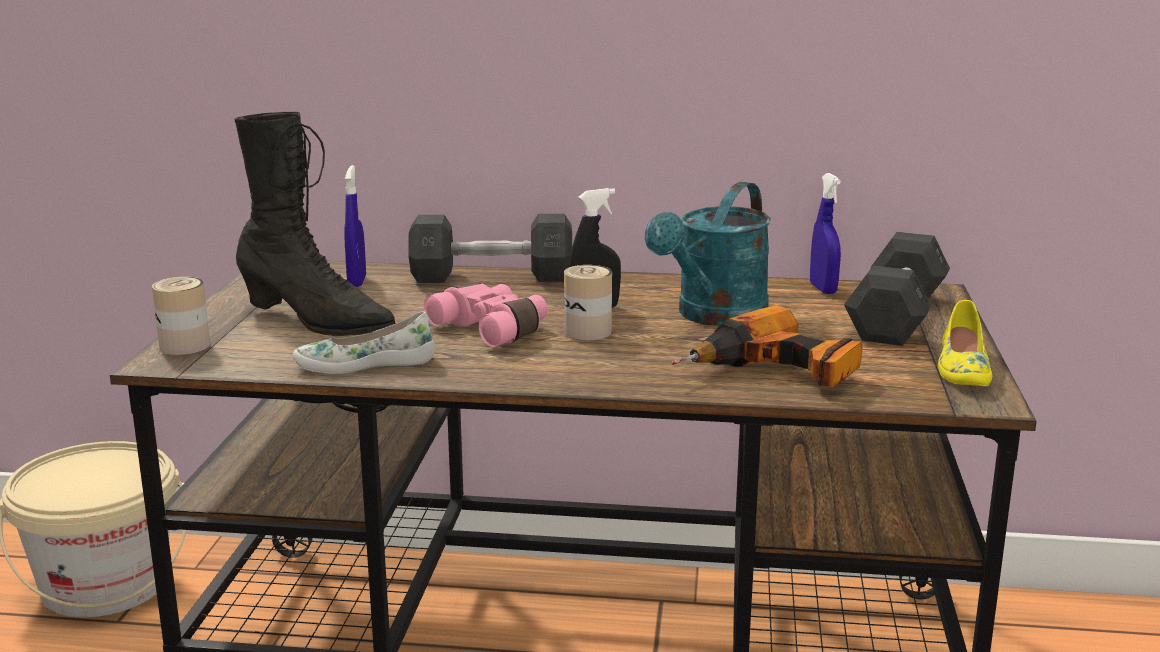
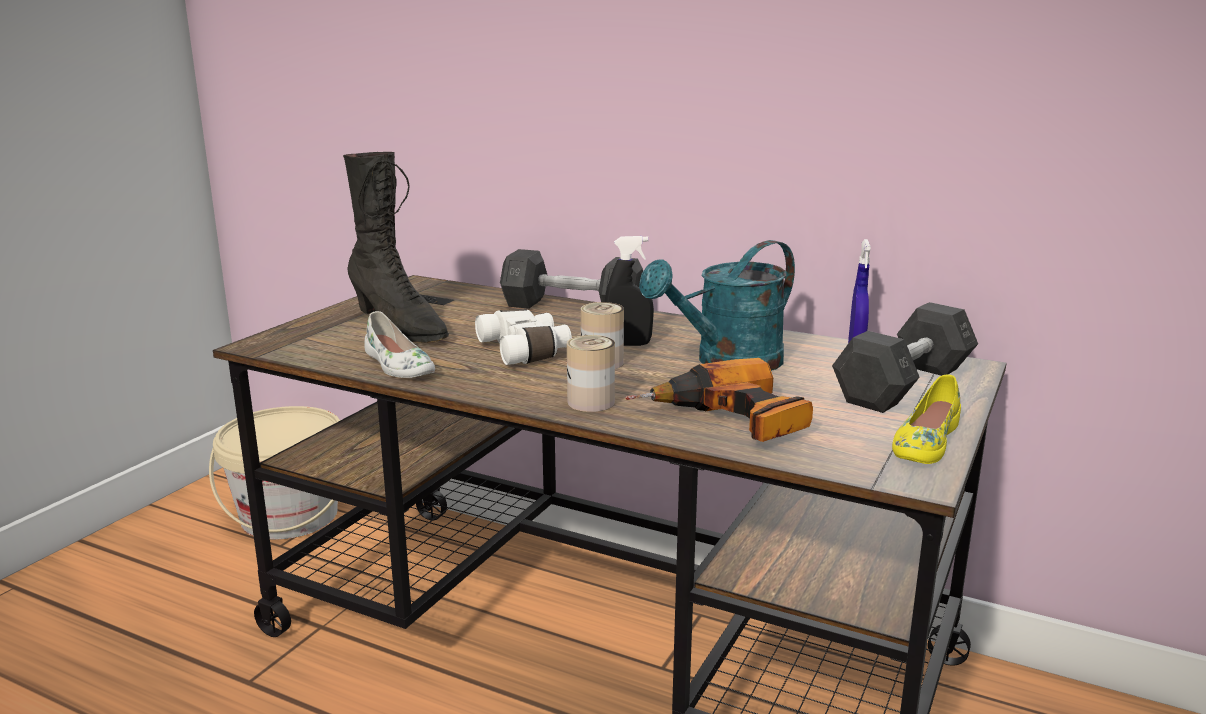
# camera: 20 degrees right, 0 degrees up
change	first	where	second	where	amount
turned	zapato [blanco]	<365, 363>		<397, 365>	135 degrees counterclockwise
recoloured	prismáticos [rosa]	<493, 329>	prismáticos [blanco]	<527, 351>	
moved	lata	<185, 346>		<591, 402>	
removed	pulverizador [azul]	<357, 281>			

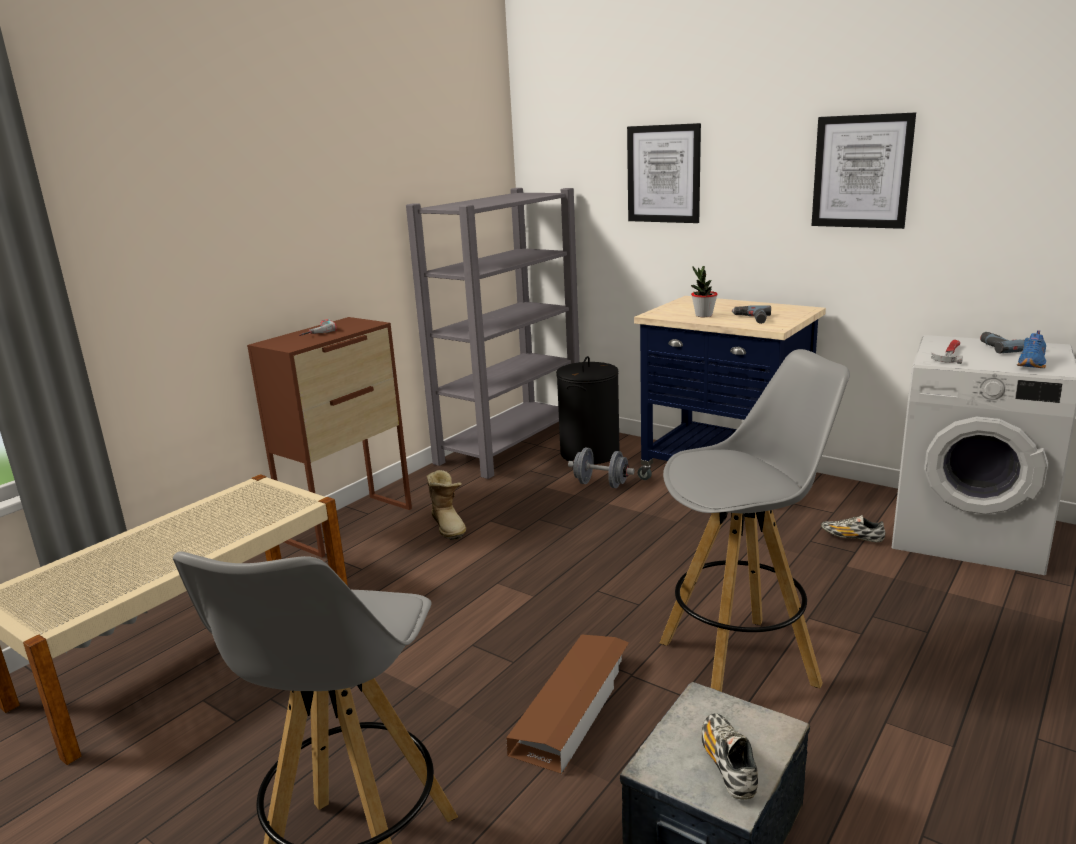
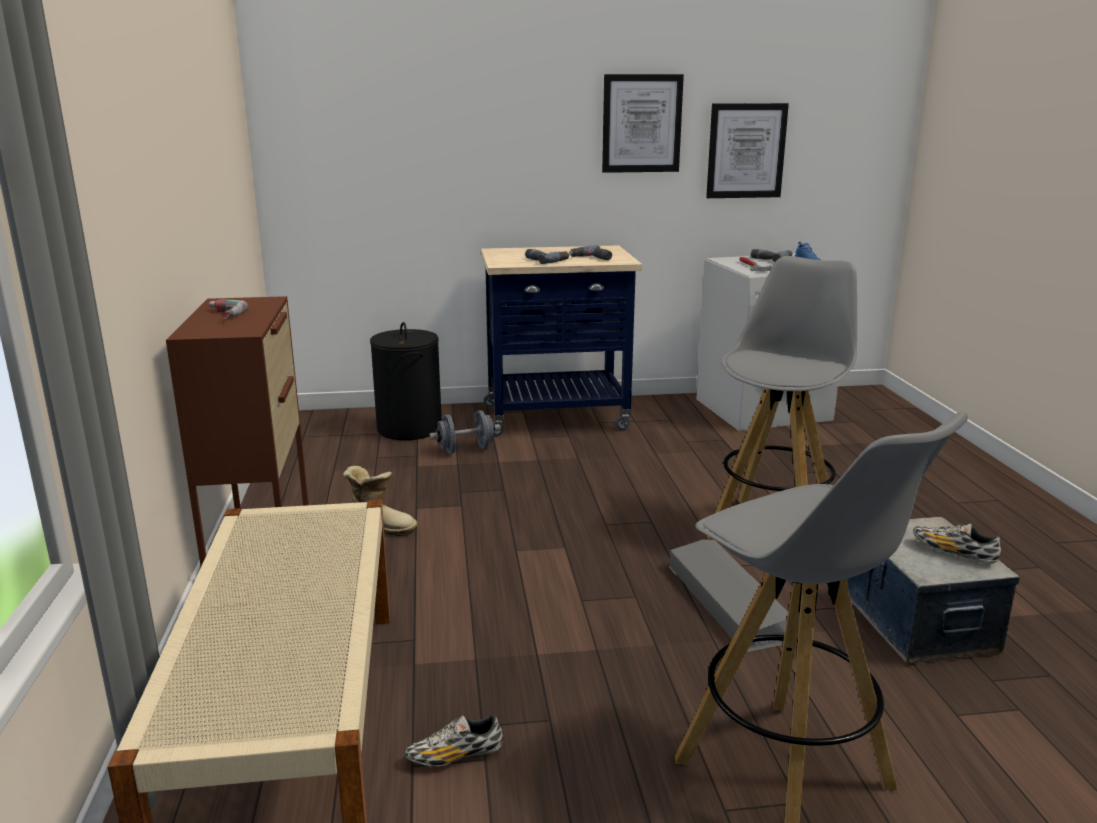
# camera: 45 degrees left, 0 degrees up
change	first	where	second	where	amount
moved	zapato	<851, 538>		<455, 756>	
replaced	planta en maceta	<703, 315>	taladro	<546, 260>	
recoloured	caja de almacenaje [marrón]	<573, 706>	caja de almacenaje [gris]	<727, 602>	
moved	cuadro	<663, 174>		<746, 151>	
removed	estantería [gris]	<510, 444>			

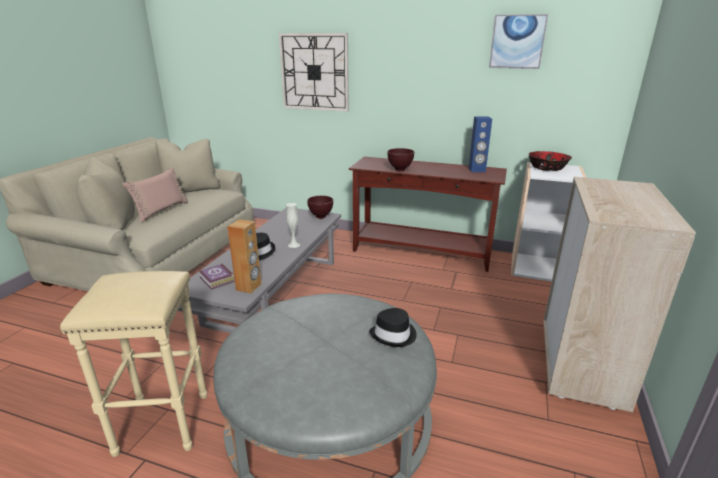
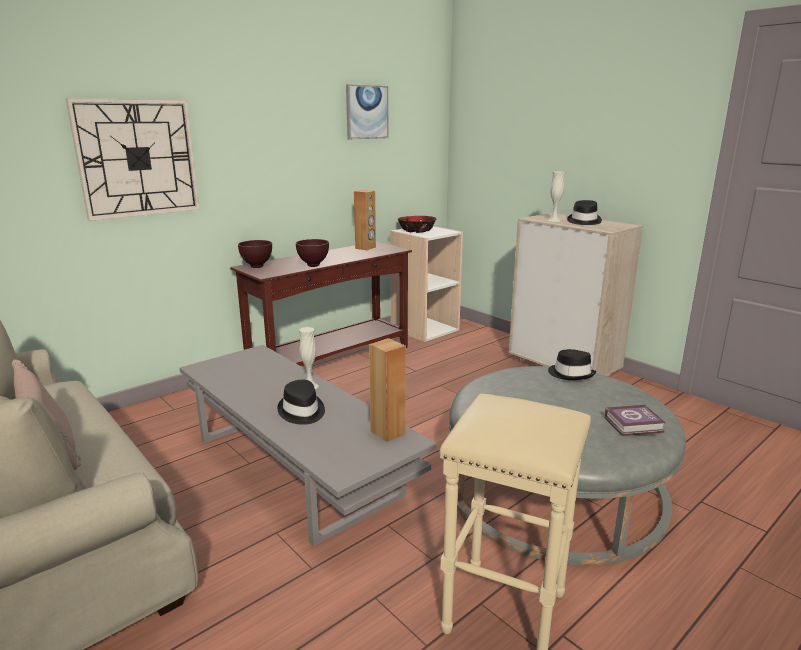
# camera: 60 degrees left, 5 degrees down
change	first	where	second	where	amount
moved	cuenco [marrón]	<320, 217>		<257, 267>	
recoloured	altavoz [azul]	<477, 170>	altavoz [marrón]	<365, 248>	
added			florero [blanco]	<554, 220>	
added			sombrero [negro]	<583, 221>	
moved	libro	<217, 279>		<635, 425>	

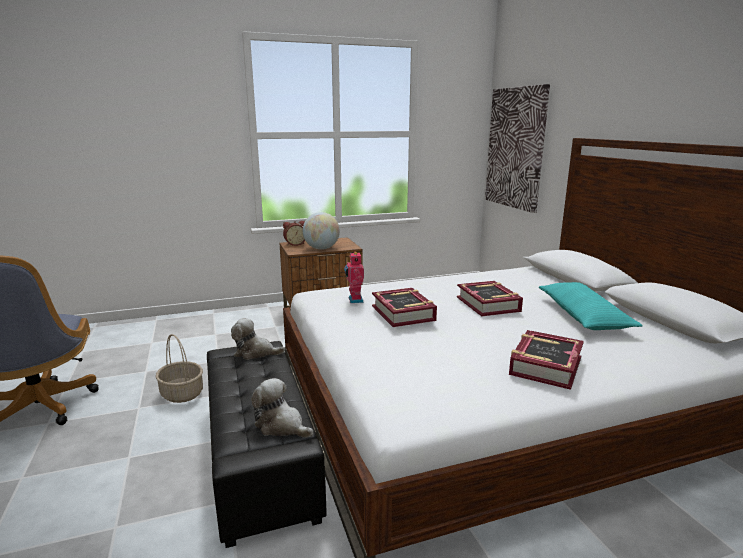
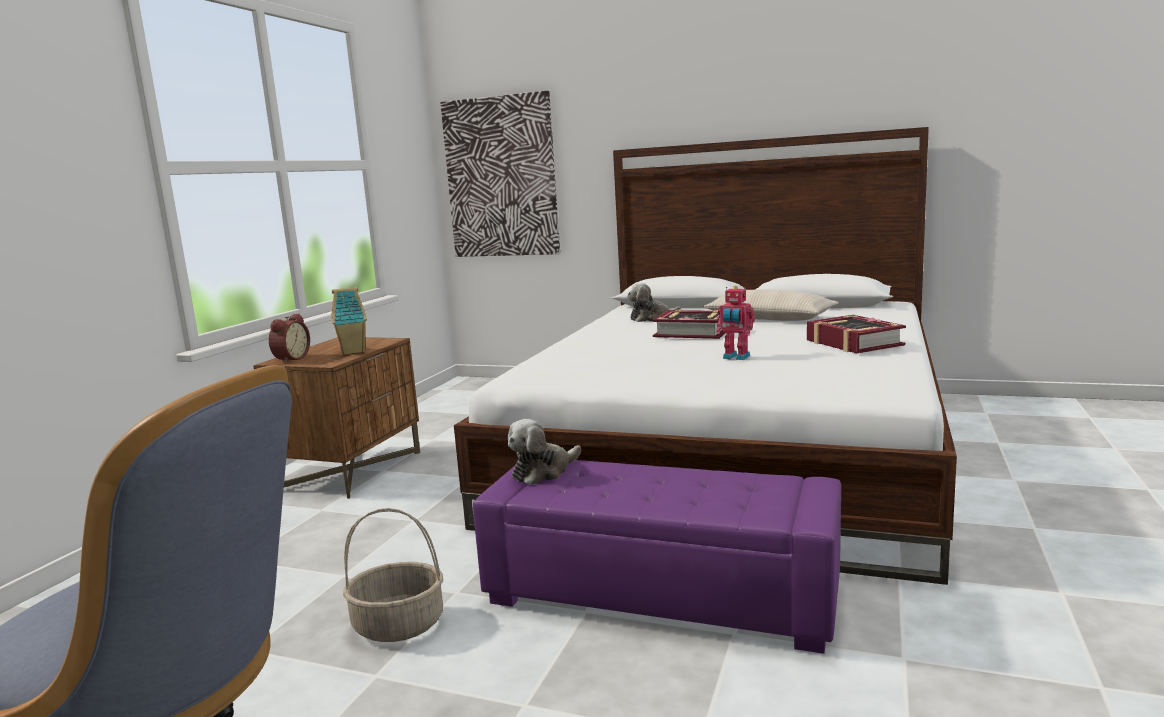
# camera: 50 degrees left, 5 degrees down
change	first	where	second	where	amount
replaced	globo terráqueo	<321, 248>	casita	<354, 351>	
recoloured	puf [negro]	<261, 455>	puf [morado]	<661, 593>	
moved	peluche	<281, 426>		<651, 318>	
recoloured	cojín [turquesa]	<583, 316>	cojín [beis]	<769, 318>	
moved	robot de juguete	<354, 300>		<735, 357>	
removed	libro	<403, 313>			

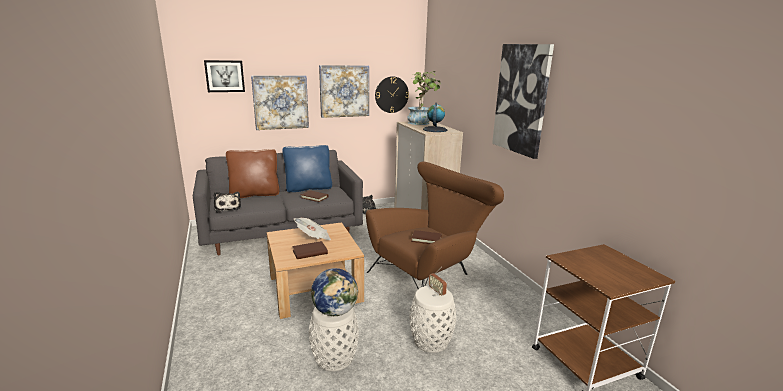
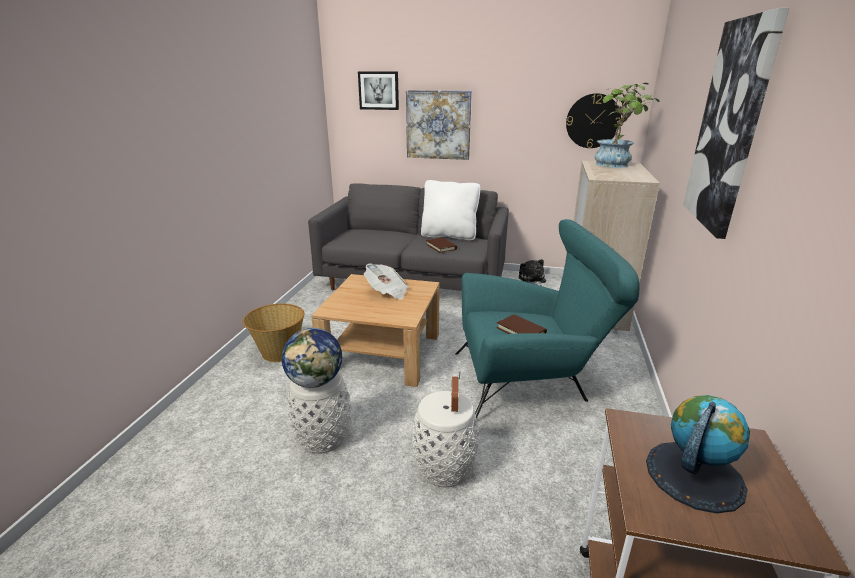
# camera: 35 degrees right, 5 degrees up
change	first	where	second	where	amount
added			cesta	<279, 352>	
recoloured	cojín [azul]	<308, 188>	cojín [blanco]	<449, 235>	
recoloured	sillón [marrón]	<428, 274>	sillón [turquesa]	<529, 382>	
moved	globo terráqueo	<434, 129>		<694, 475>	
removed	peluche	<227, 207>			
removed	cojín [marrón]	<255, 194>			
removed	libro [marrón]	<310, 252>			
removed	cuadro	<344, 91>			

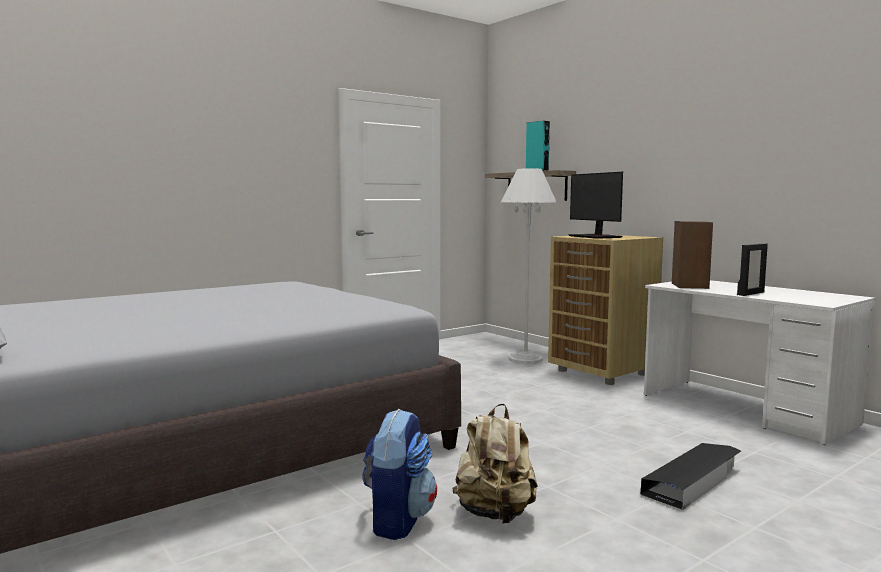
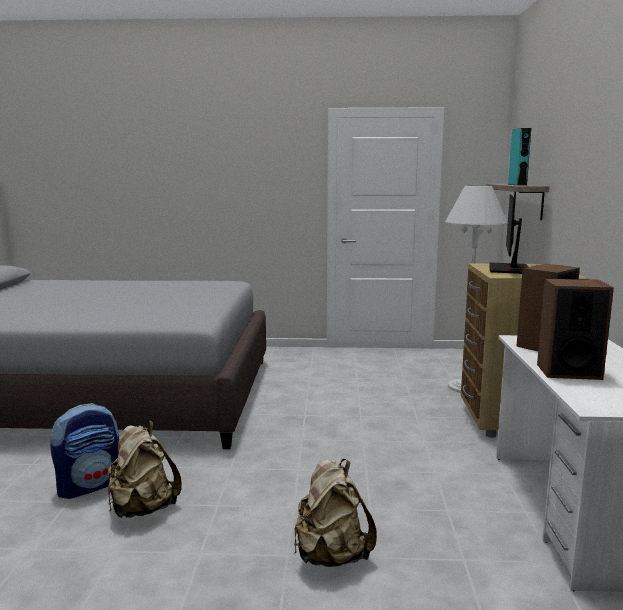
# camera: 40 degrees right, 5 degrees up
change	first	where	second	where	amount
replaced	caja de almacenaje [negro]	<693, 481>	mochila [beis]	<331, 556>	
replaced	portarretratos	<750, 293>	altavoz	<568, 371>	

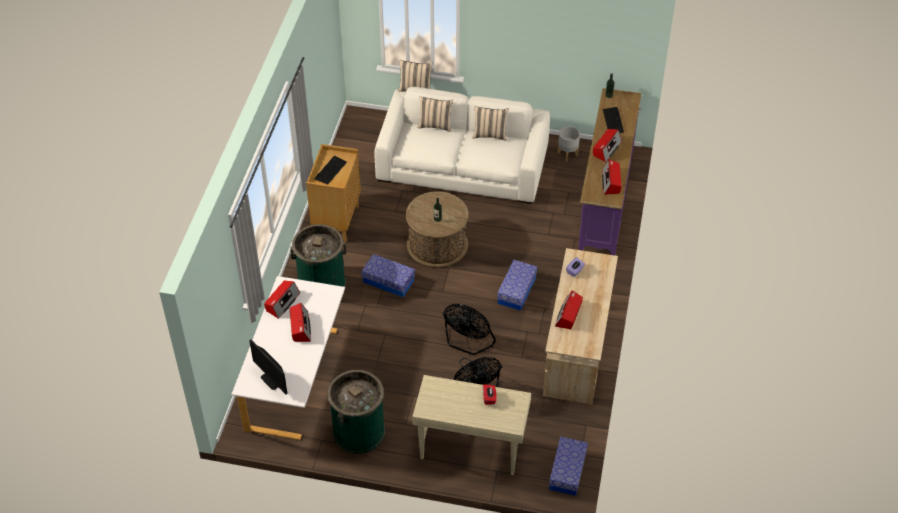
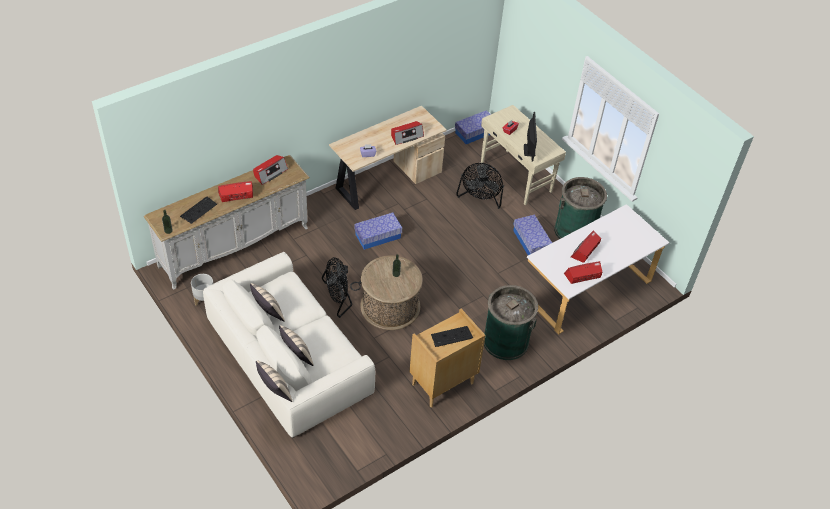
# camera: 140 degrees left, 0 degrees up
change	first	where	second	where	amount
recoloured	armario [morado]	<605, 200>	armario [gris]	<235, 247>	
moved	ventilador [negro]	<466, 346>		<341, 296>	
moved	caja de almacenaje	<388, 281>		<531, 242>	
moved	monitor	<272, 380>		<529, 150>	

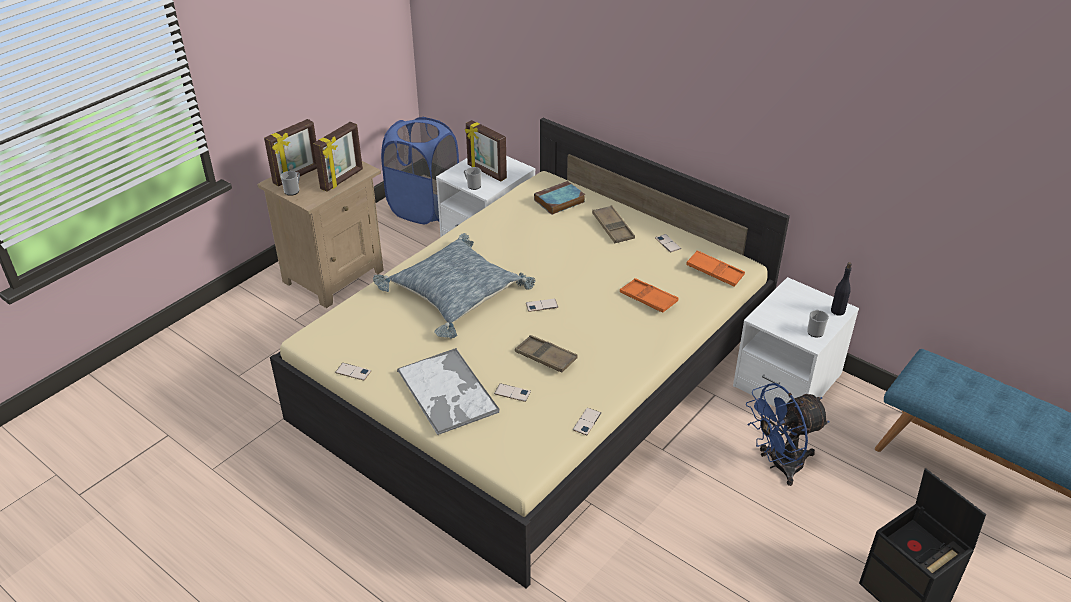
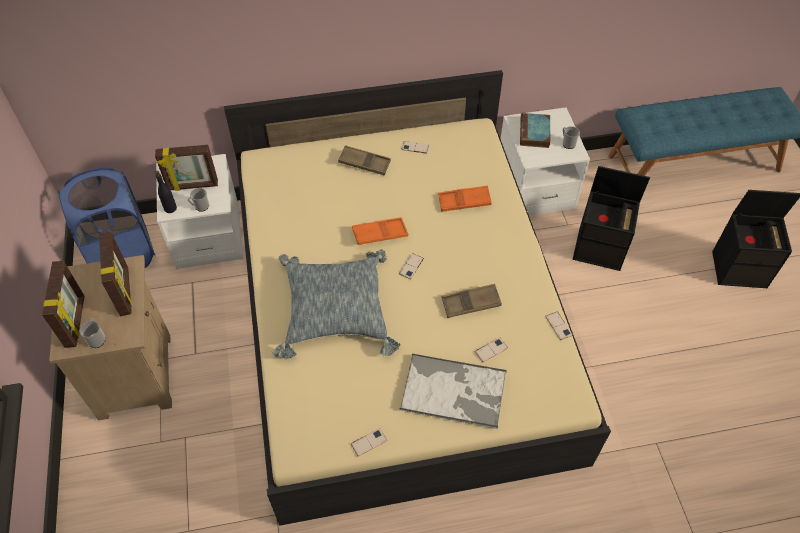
# camera: 50 degrees left, 15 degrees up
change	first	where	second	where	amount
moved	botella [negro]	<837, 311>		<170, 208>	
moved	bandeja [naranja]	<714, 272>		<380, 234>	
moved	libro	<559, 201>		<534, 133>	
replaced	ventilador [azul]	<779, 465>	caja de almacenaje [negro]	<600, 249>	

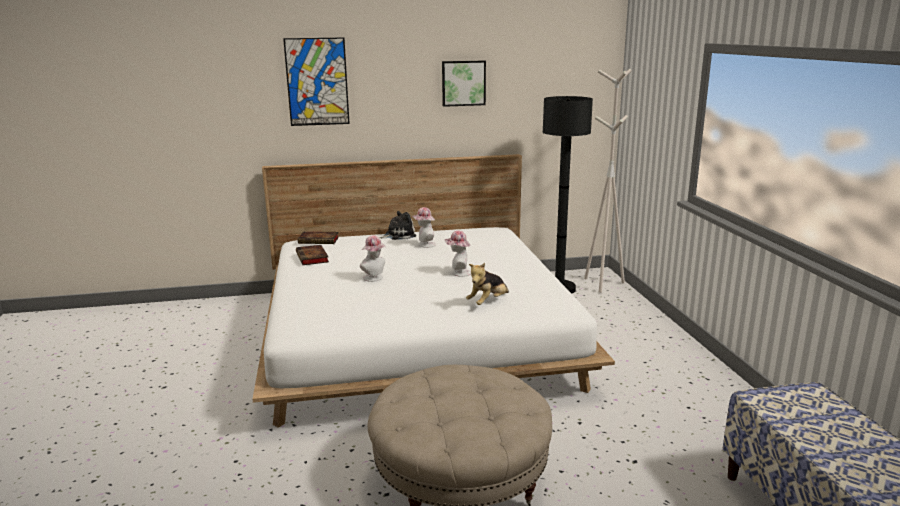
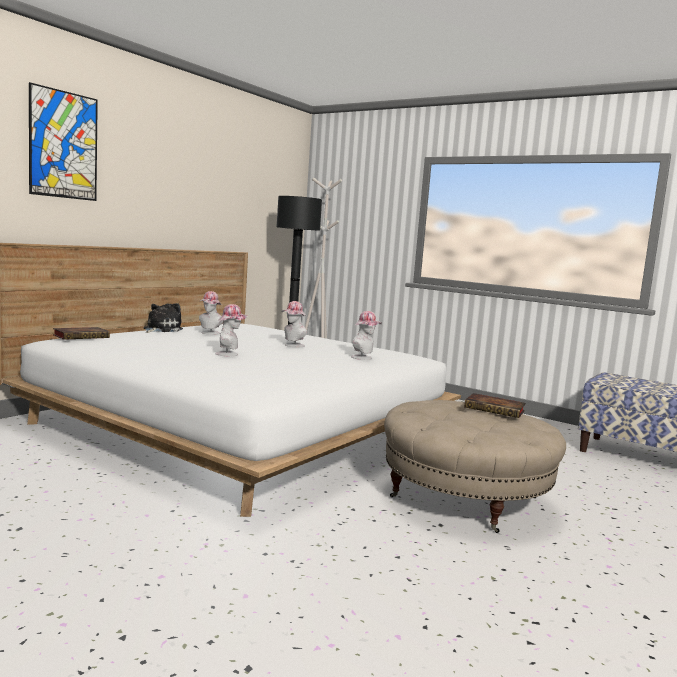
# camera: 45 degrees left, 10 degrees down
change	first	where	second	where	amount
replaced	peluche	<488, 302>	sombrero	<364, 358>	
moved	libro	<312, 258>		<496, 409>	
removed	cuadro	<463, 83>			

